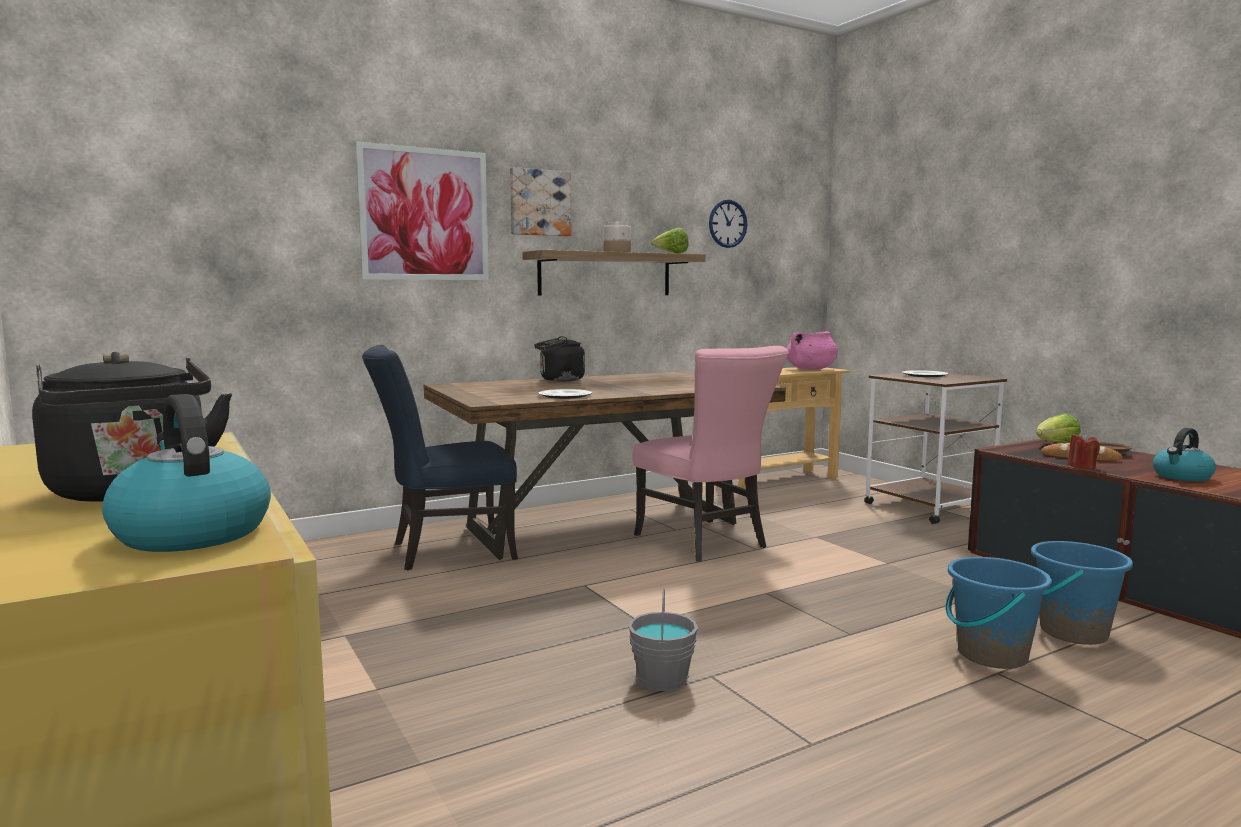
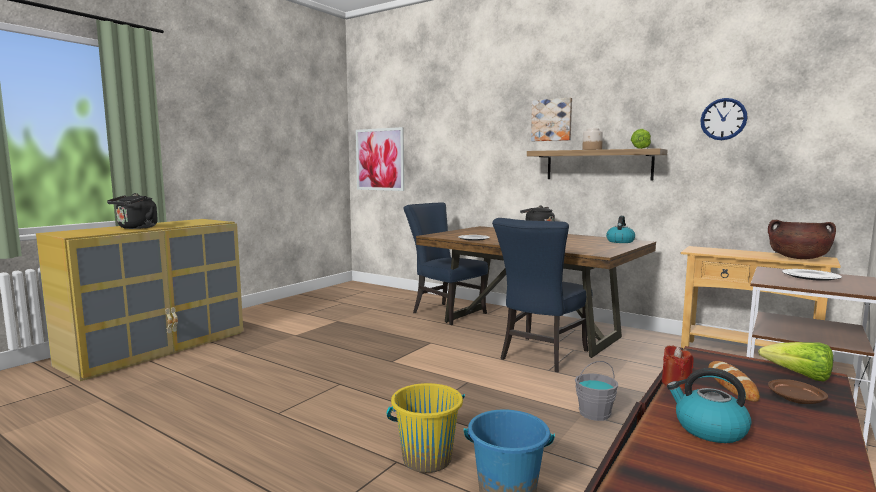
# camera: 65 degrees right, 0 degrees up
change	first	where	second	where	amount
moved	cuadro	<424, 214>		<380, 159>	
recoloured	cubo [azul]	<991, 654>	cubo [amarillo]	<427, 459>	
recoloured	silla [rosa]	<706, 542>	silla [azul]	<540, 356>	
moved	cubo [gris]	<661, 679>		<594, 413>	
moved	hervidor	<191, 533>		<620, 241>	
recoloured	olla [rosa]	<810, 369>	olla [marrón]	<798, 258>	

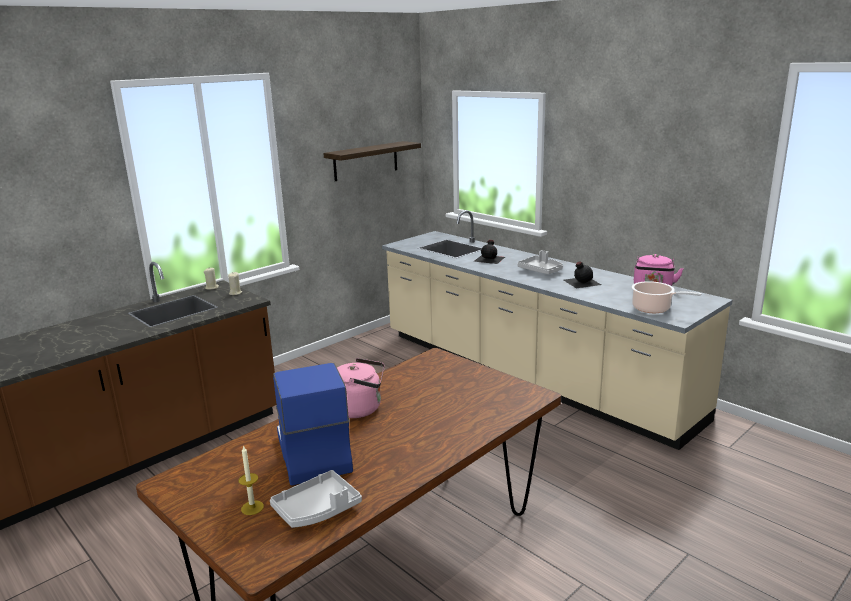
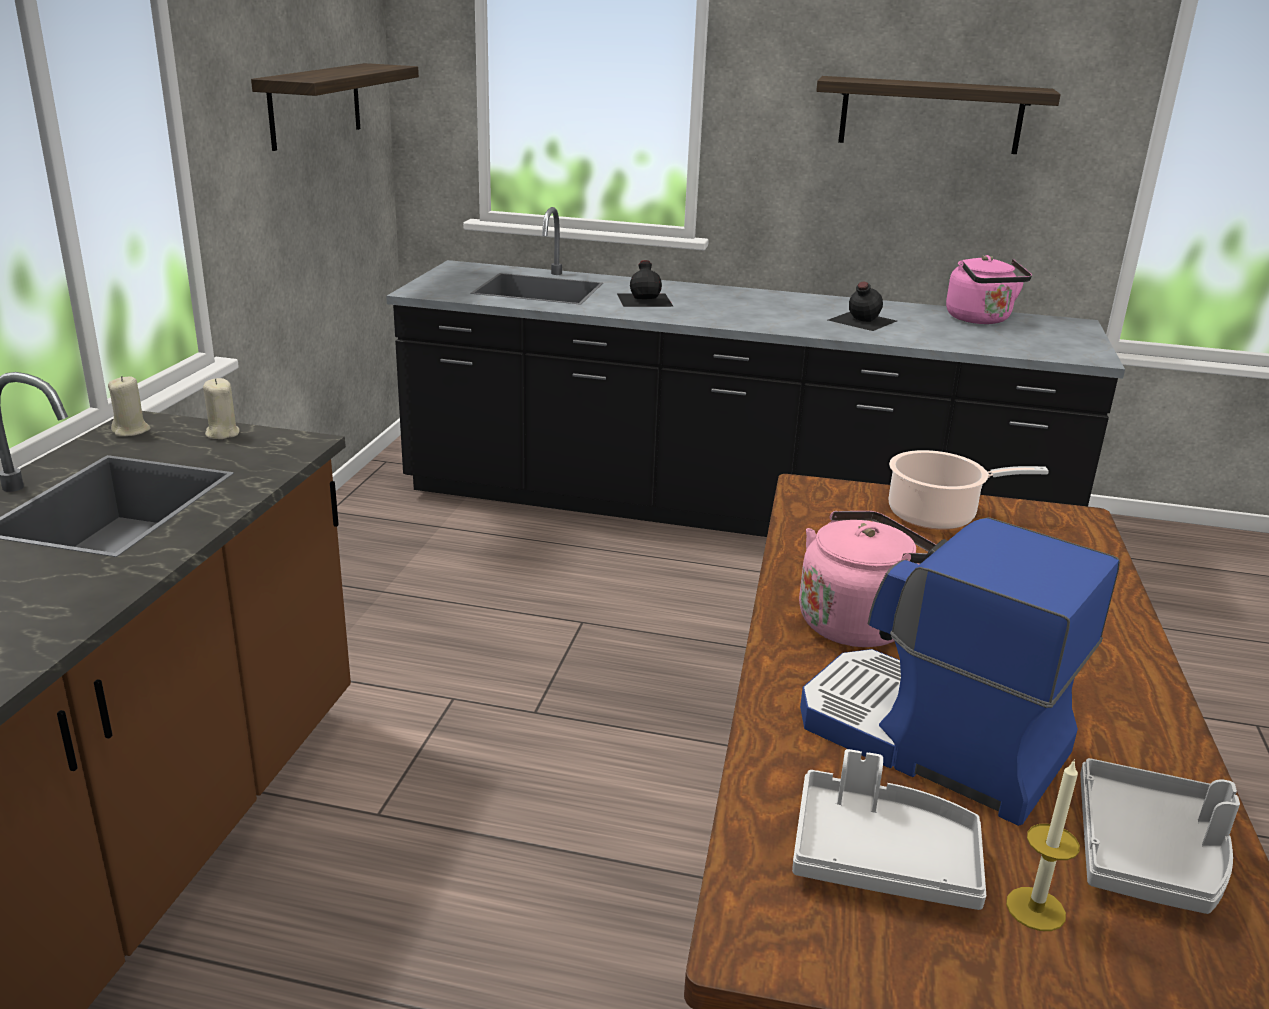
# camera: 35 degrees left, 5 degrees up
change	first	where	second	where	amount
recoloured	mueble bajo de cocina [beis]	<529, 375>	mueble bajo de cocina [negro]	<728, 512>	
moved	bandeja [gris]	<541, 270>		<882, 858>	
added			estante	<930, 115>	
moved	olla	<654, 309>		<937, 515>	

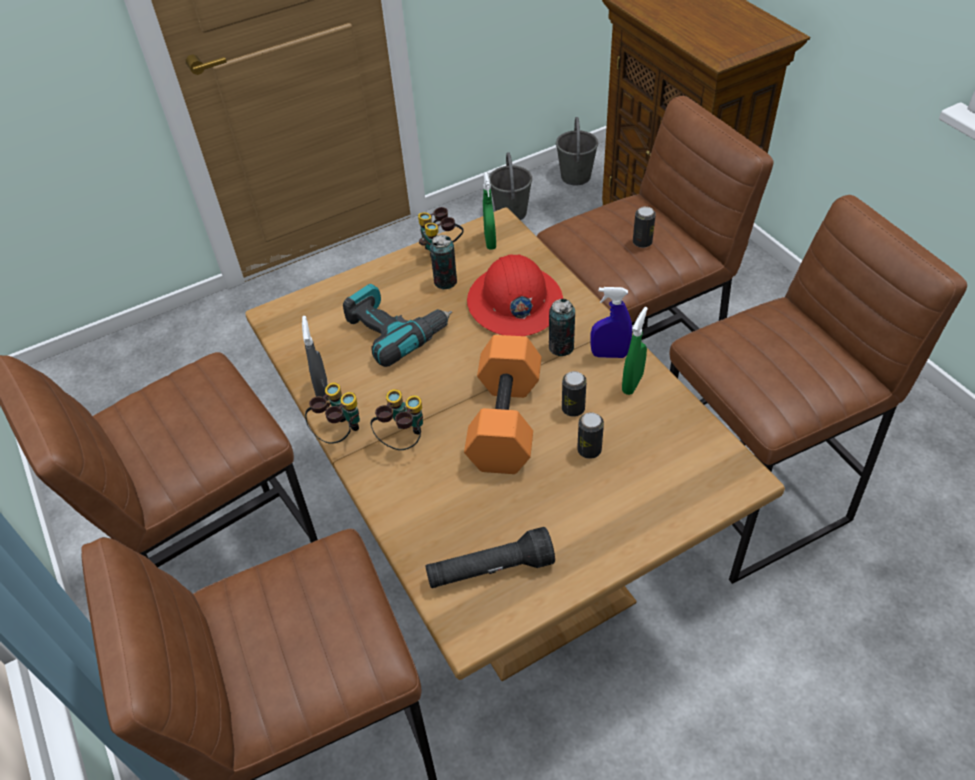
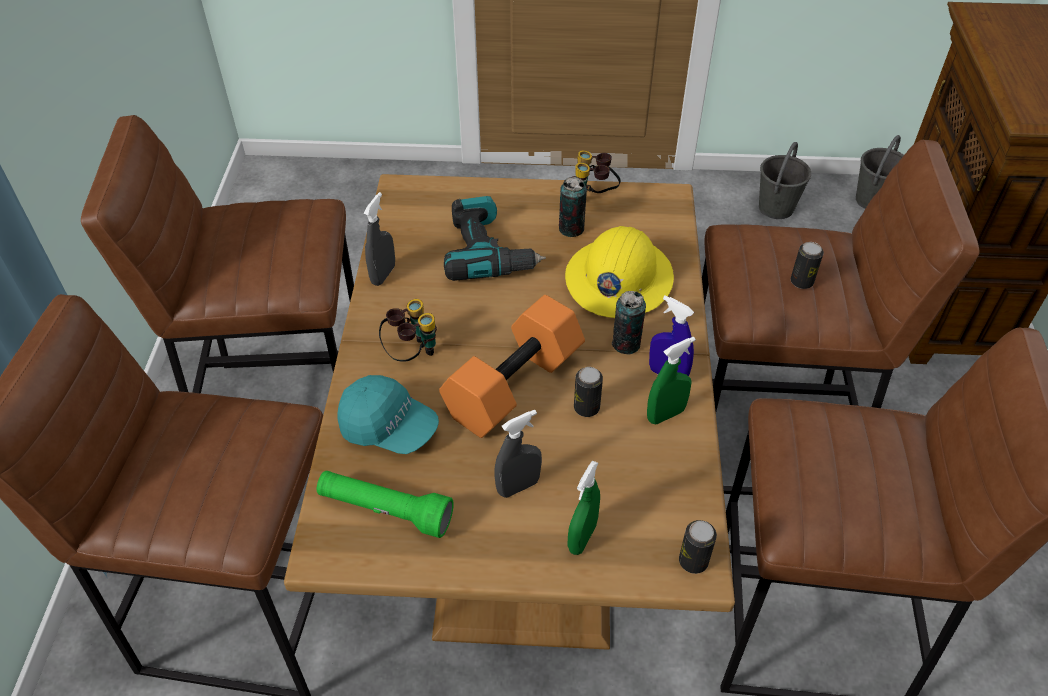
# camera: 30 degrees right, 0 degrees up
change	first	where	second	where	amount
recoloured	linterna [negro]	<490, 570>	linterna [verde]	<385, 510>	
added			gorra [turquesa]	<389, 427>	
added			pulverizador [gris]	<518, 486>	
recoloured	casco [rojo]	<514, 303>	casco [amarillo]	<618, 279>	
moved	pulverizador [verde]	<490, 241>		<582, 538>	
moved	lata	<589, 450>		<693, 561>	
removed	prismáticos	<339, 433>			

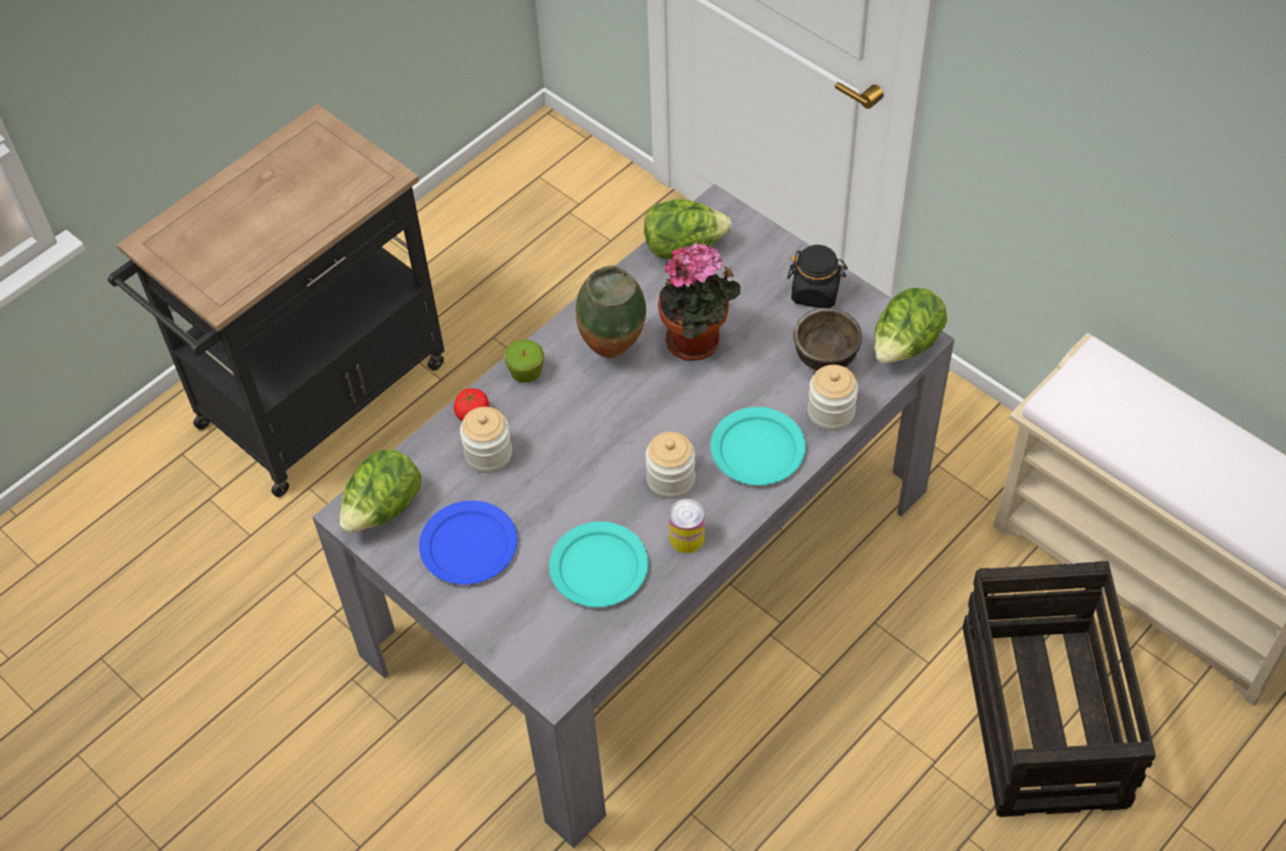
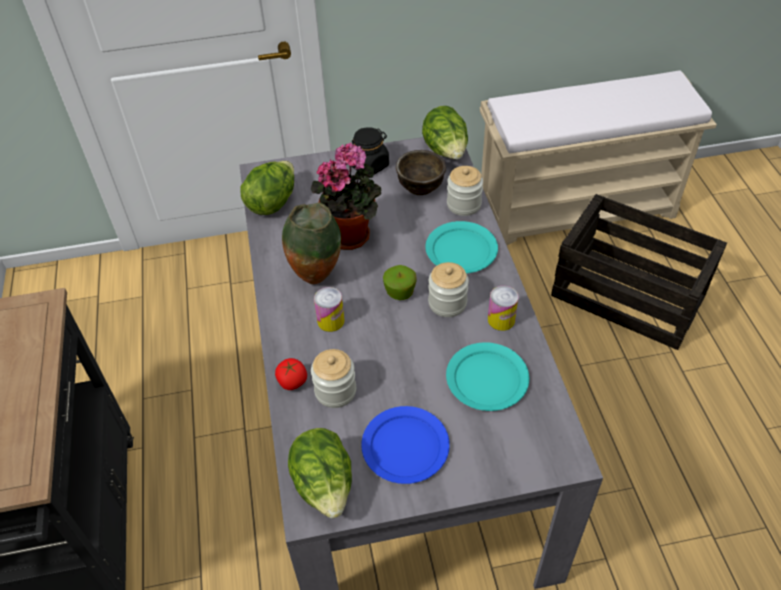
# camera: 55 degrees left, 5 degrees down
change	first	where	second	where	amount
added			lata	<330, 321>	
moved	manzana	<526, 372>		<400, 292>	

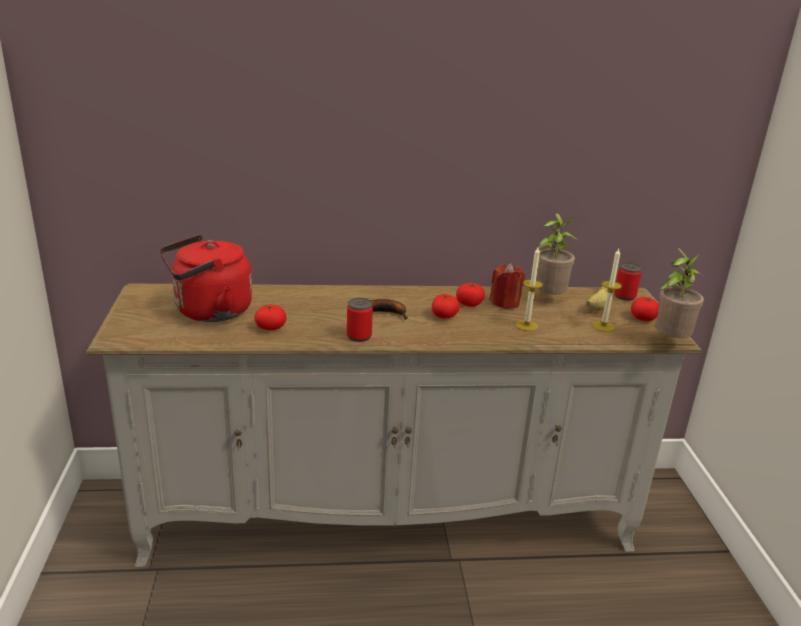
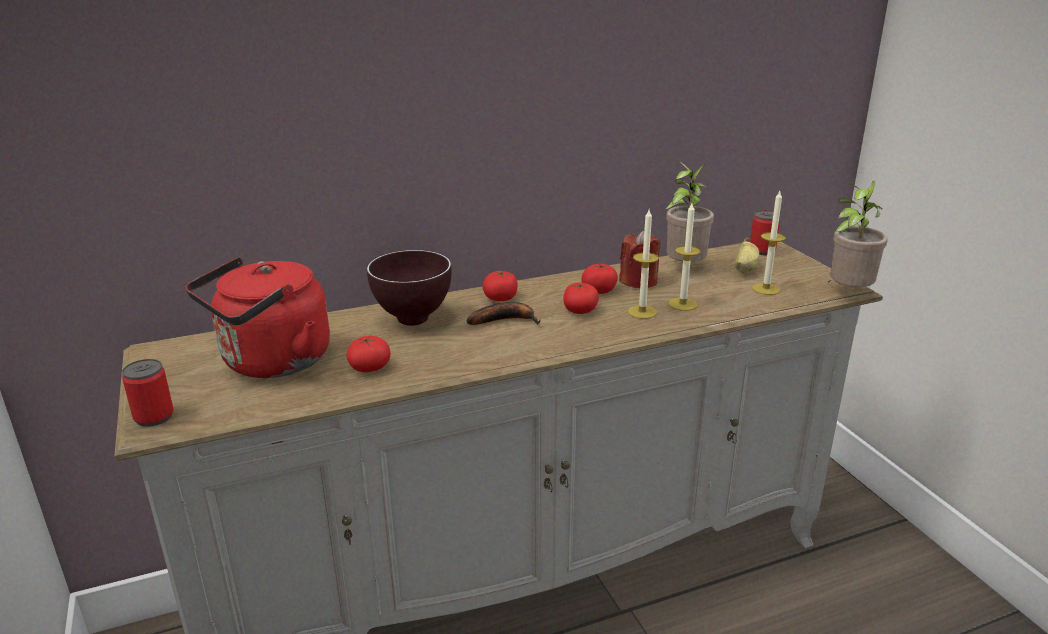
# camera: 15 degrees left, 0 degrees up
change	first	where	second	where	amount
moved	lata	<359, 336>		<154, 417>	
added			cuenco [marrón]	<412, 319>	
moved	tomate	<643, 318>		<500, 297>	
added			vela	<642, 312>	

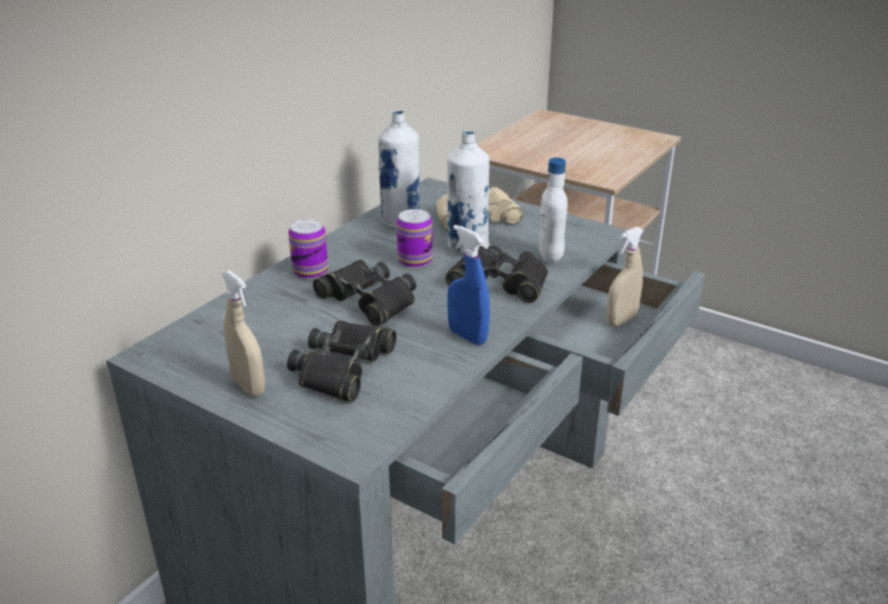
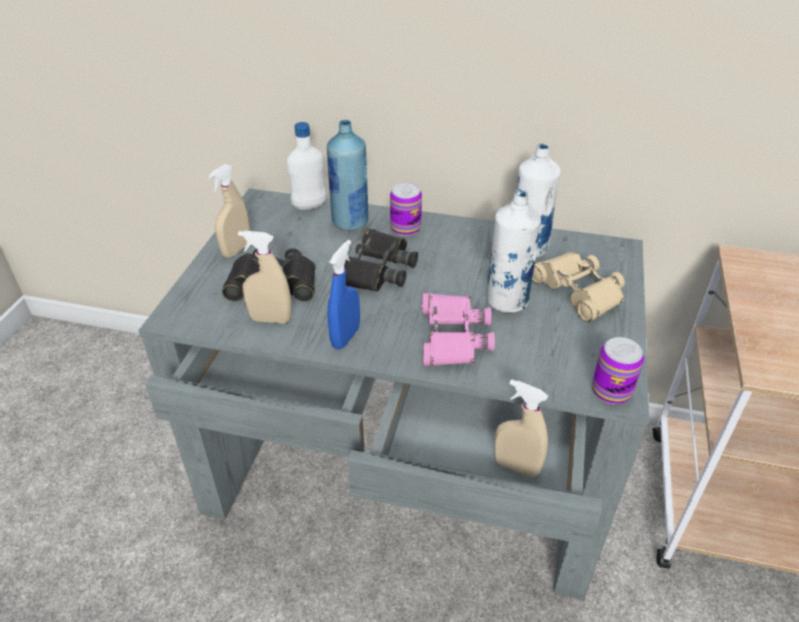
# camera: 70 degrees right, 10 degrees up
change	first	where	second	where	amount
added			pulverizador [beis]	<270, 319>	
moved	botella [blanco]	<550, 256>		<309, 206>	
added			botella [azul]	<350, 222>	
recoloured	prismáticos [negro]	<499, 282>	prismáticos [rosa]	<452, 336>	
moved	lata	<415, 260>		<611, 391>	

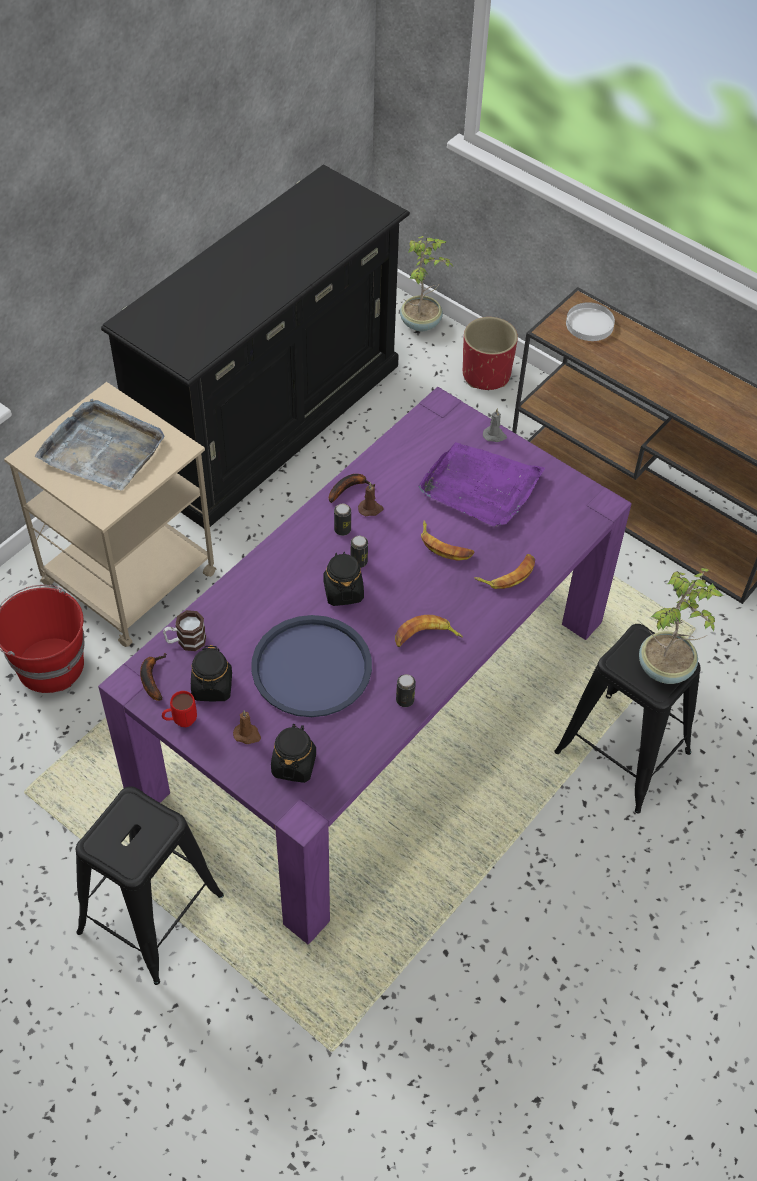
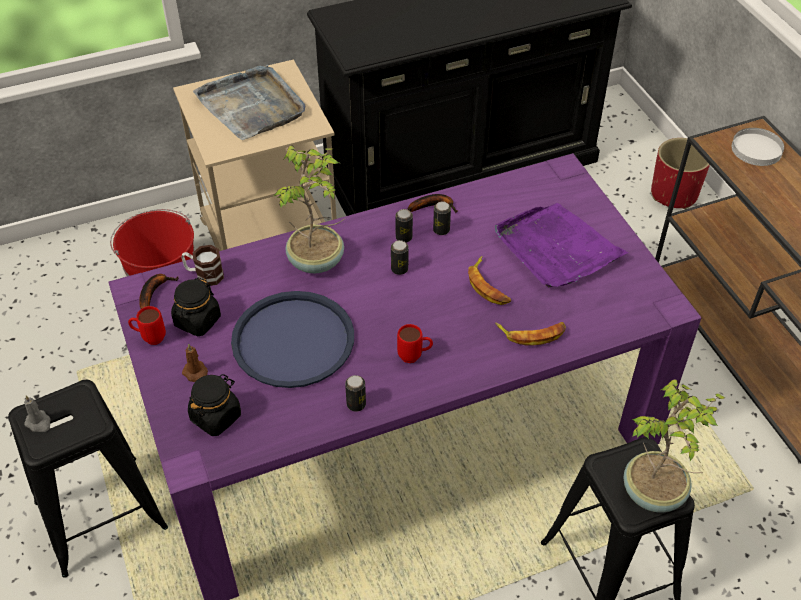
# camera: 30 degrees right, 5 degrees down
change	first	where	second	where	amount
moved	vela [gris]	<494, 435>		<39, 423>	
moved	planta en maceta	<421, 322>		<317, 261>	
replaced	plátano	<425, 637>	taza grande [rojo]	<414, 357>	
replaced	vela [marrón]	<370, 509>	lata	<441, 230>	
removed	tarro [negro]	<343, 591>			

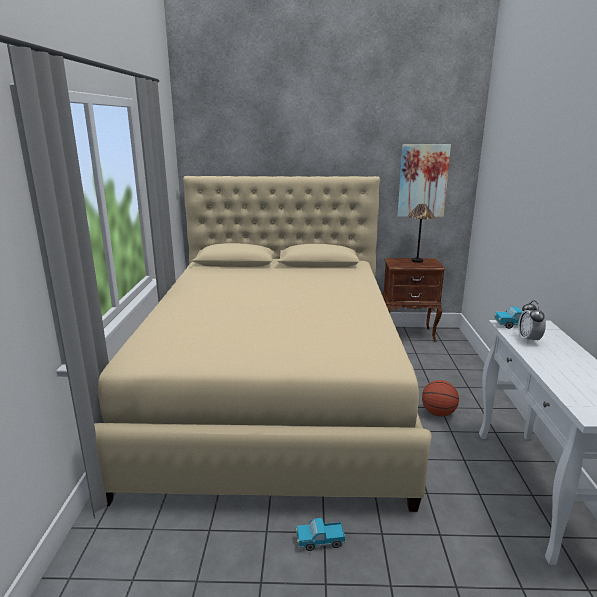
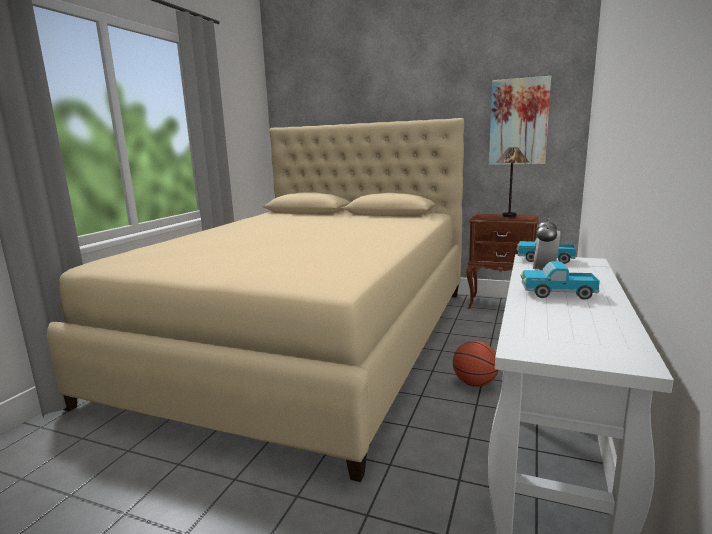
# camera: 20 degrees right, 5 degrees down
change	first	where	second	where	amount
moved	camión de juguete	<319, 541>		<557, 294>	

